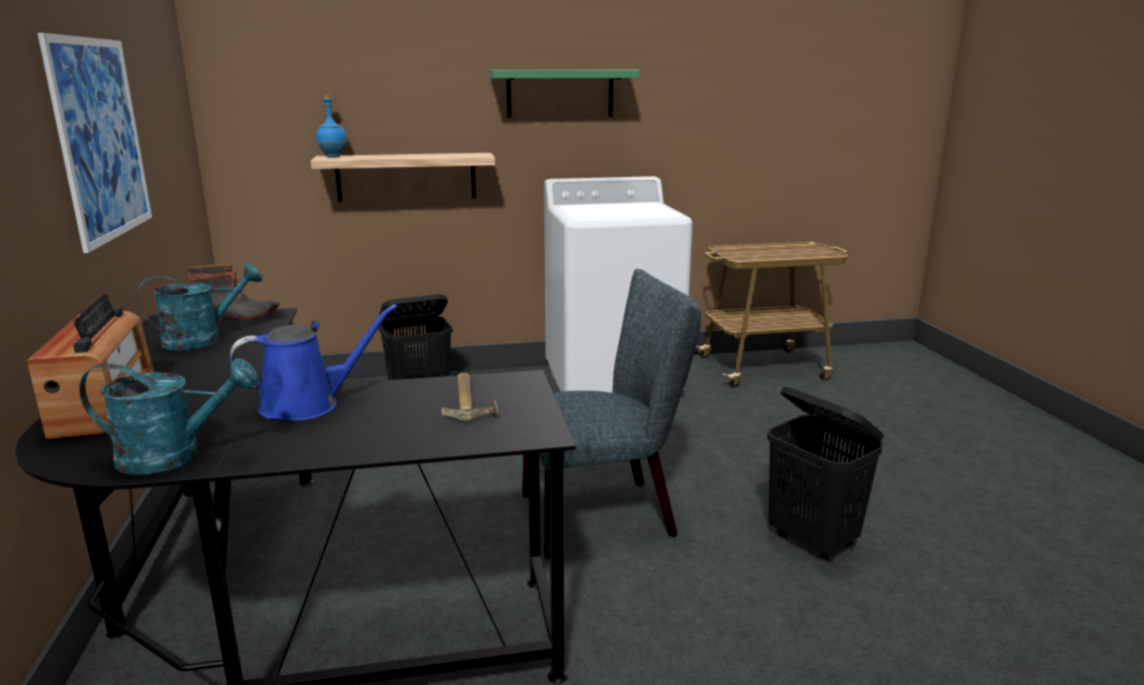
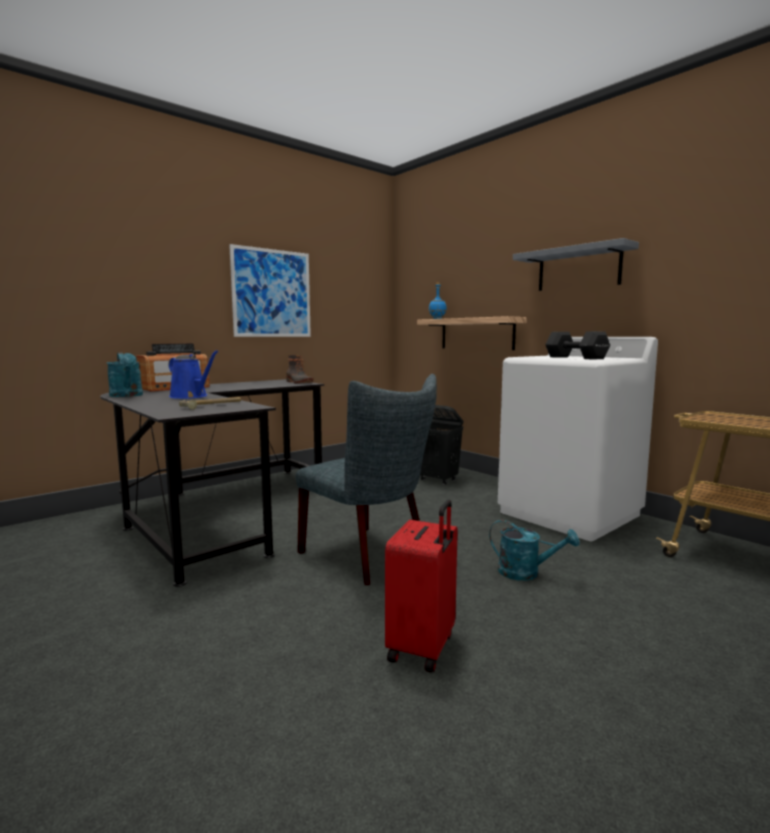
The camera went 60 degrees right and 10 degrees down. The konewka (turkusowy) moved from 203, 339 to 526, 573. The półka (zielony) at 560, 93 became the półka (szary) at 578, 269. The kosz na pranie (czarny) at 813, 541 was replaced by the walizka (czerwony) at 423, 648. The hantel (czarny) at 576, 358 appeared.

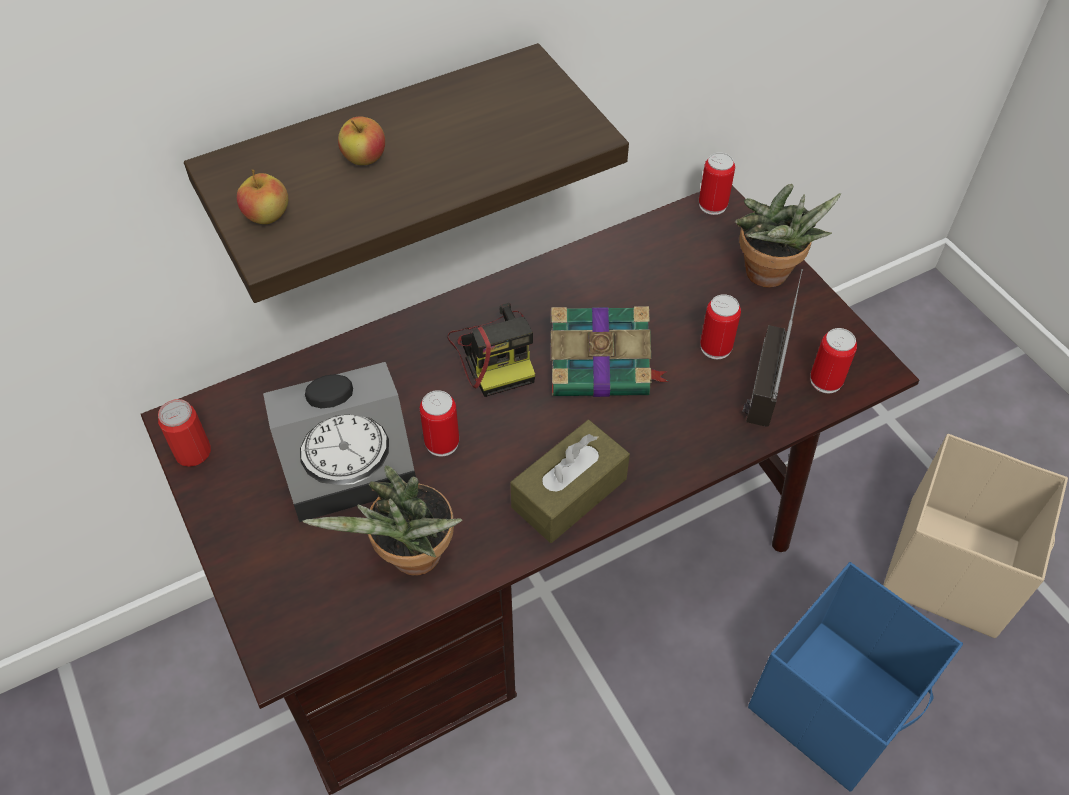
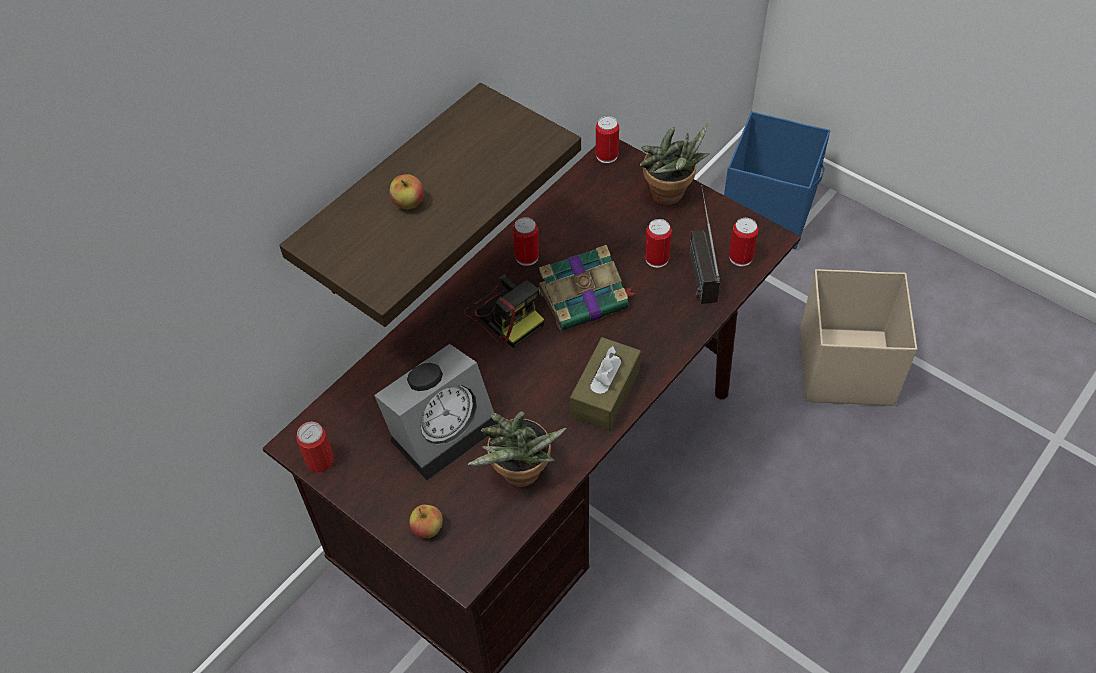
The camera went 20 degrees left and 0 degrees up. The jabłko moved from 267, 216 to 427, 529. The puszka moved from 442, 442 to 527, 257. The pojemnik do przechowywania (niebieski) moved from 836, 702 to 769, 210.

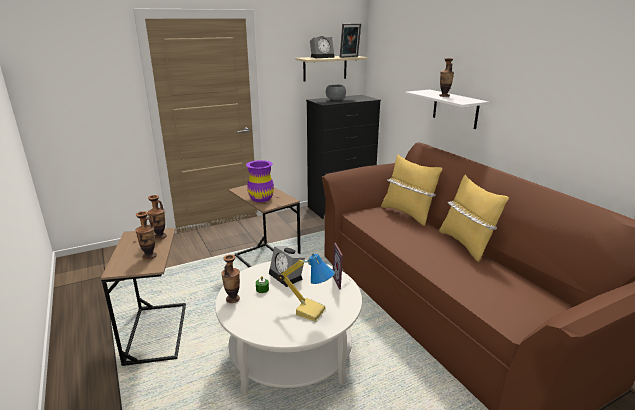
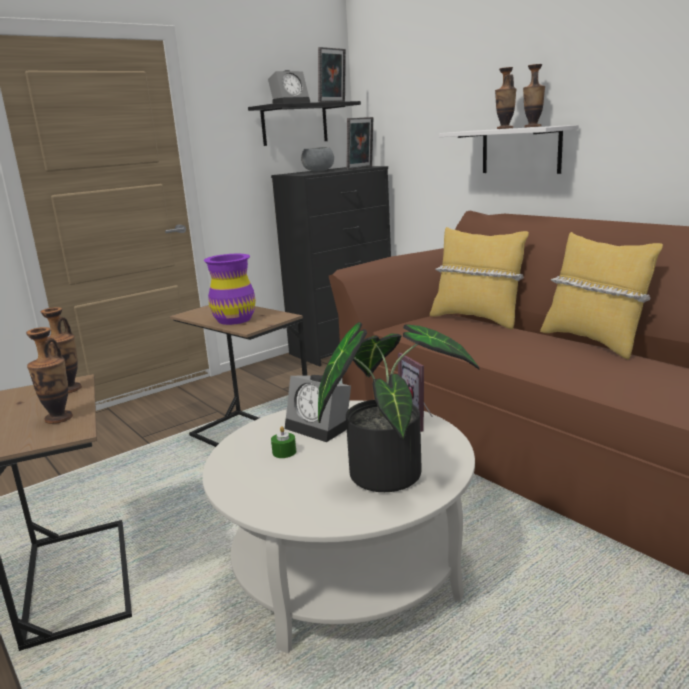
The camera went 10 degrees left and 5 degrees down. The wazon moved from 233, 299 to 532, 127. The lampa stołowa at 310, 311 was replaced by the roślina doniczkowa at 389, 470. The półka (beżowy) at 325, 68 became the półka (czarny) at 294, 124. The ramka na zdjęcie at 361, 168 appeared.

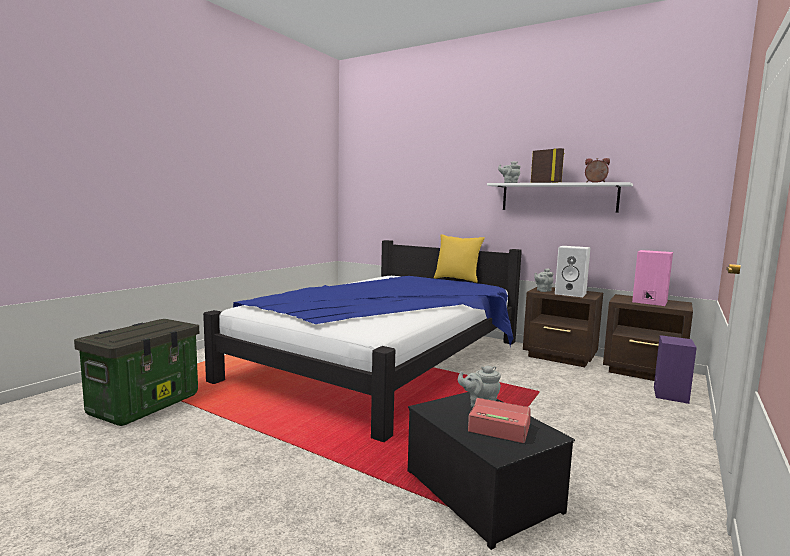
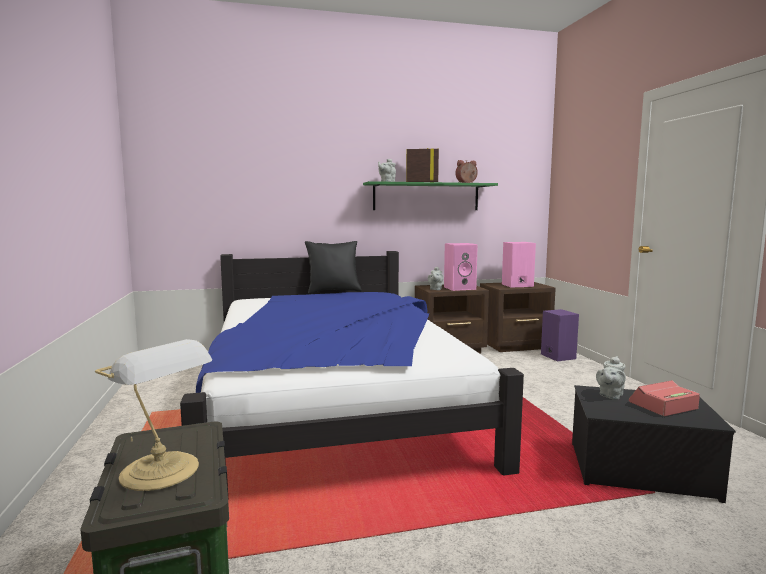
The camera went 45 degrees left and 0 degrees up. The poduszka (żółty) at 457, 279 became the poduszka (czarny) at 333, 291. The półka (biały) at 558, 197 became the półka (zielony) at 426, 196. The głośnik (biały) at 571, 294 became the głośnik (różowy) at 460, 288. The lampa stołowa at 163, 471 appeared.

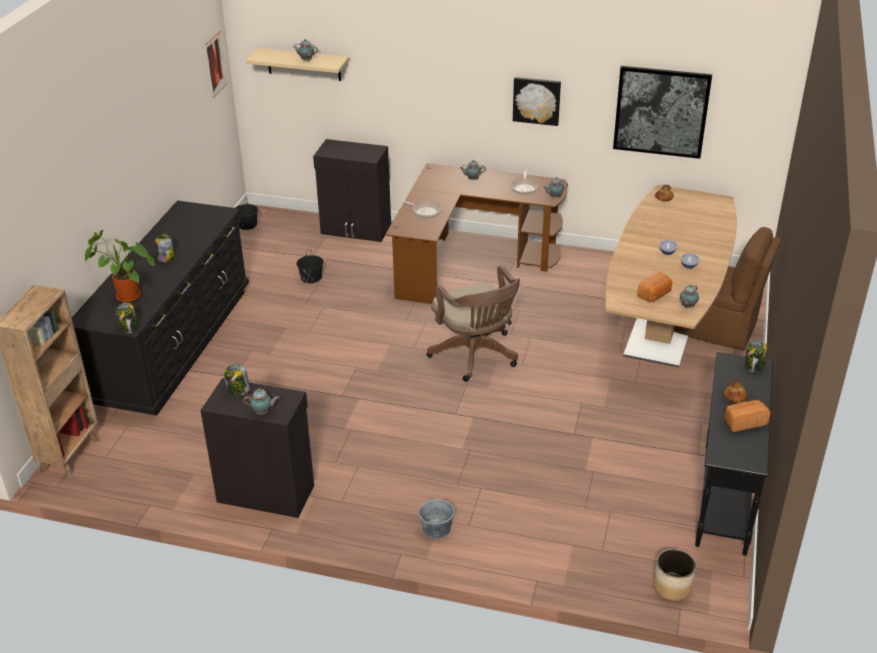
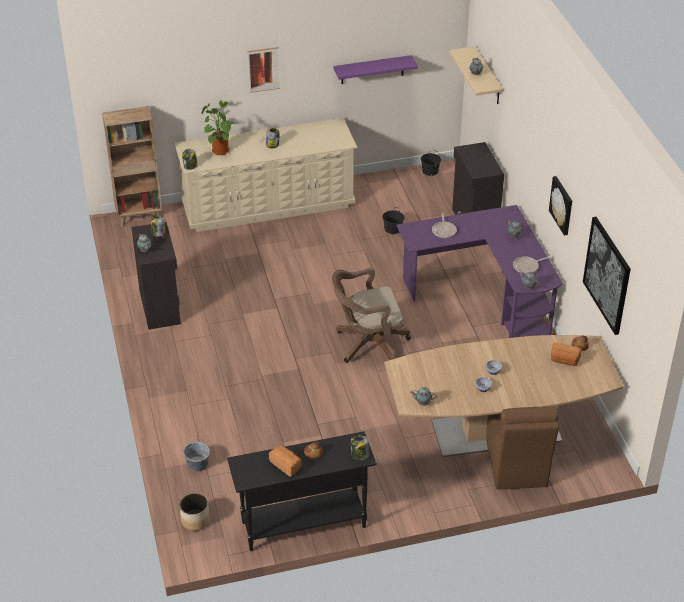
The camera went 60 degrees right and 5 degrees up. The komoda (czarny) at 174, 345 became the komoda (beżowy) at 268, 205. The obraz moved from 216, 64 to 263, 69. The biurko (brązowy) at 468, 261 became the biurko (fioletowy) at 485, 296. The wiadro (szary) moved from 436, 529 to 197, 464. The krzesło biurowe (brązowy) at 476, 356 turned 45 degrees clockwise. The chleb moved from 655, 295 to 564, 360. The półka (fioletowy) at 372, 70 appeared.

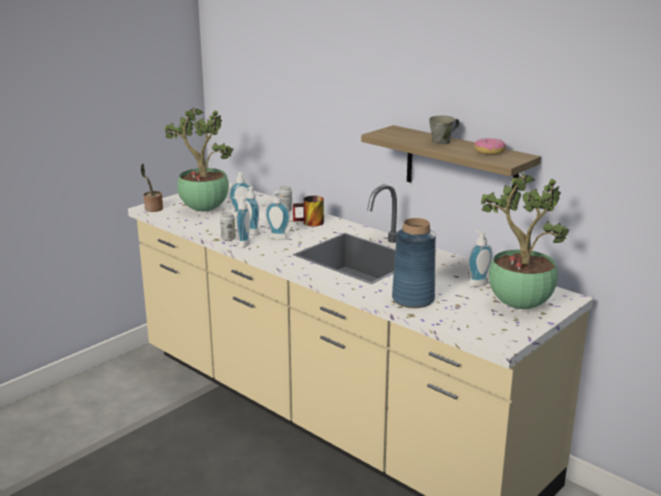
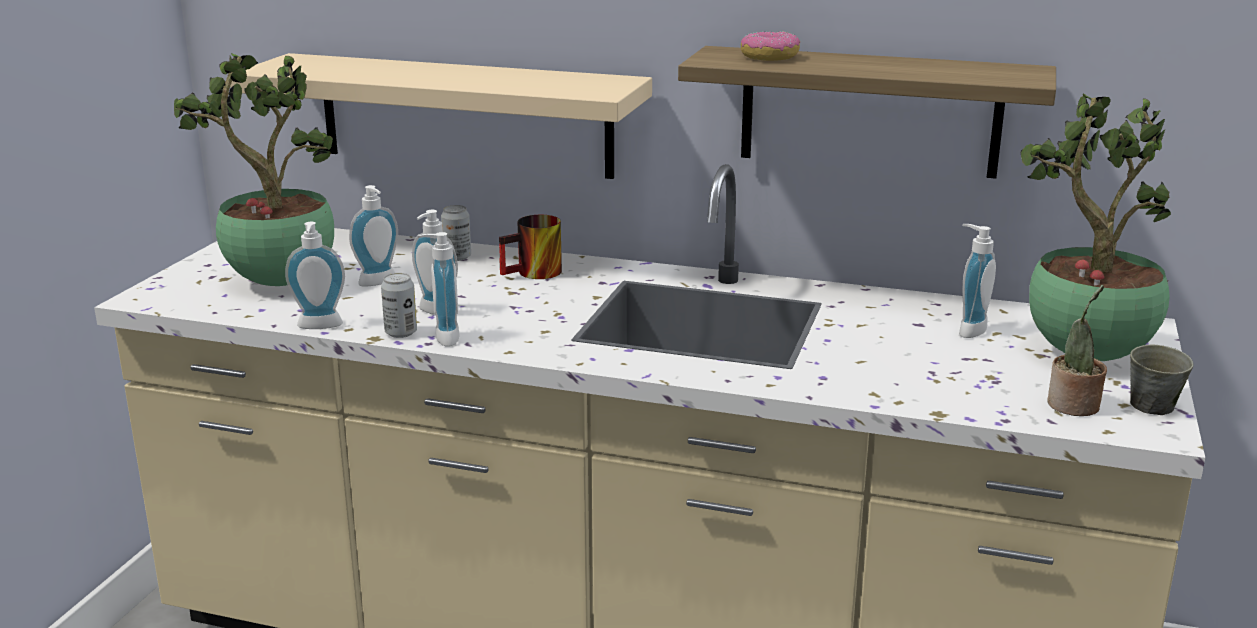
The camera went 25 degrees left and 0 degrees up. The roślina doniczkowa moved from 153, 209 to 1074, 406. The dozownik mydła moved from 277, 238 to 319, 327. The wazon (niebieski) at 413, 299 disappeared. The kubek (szary) moved from 442, 141 to 1153, 405. The donut moved from 489, 152 to 770, 57. The półka (beżowy) at 465, 115 appeared.

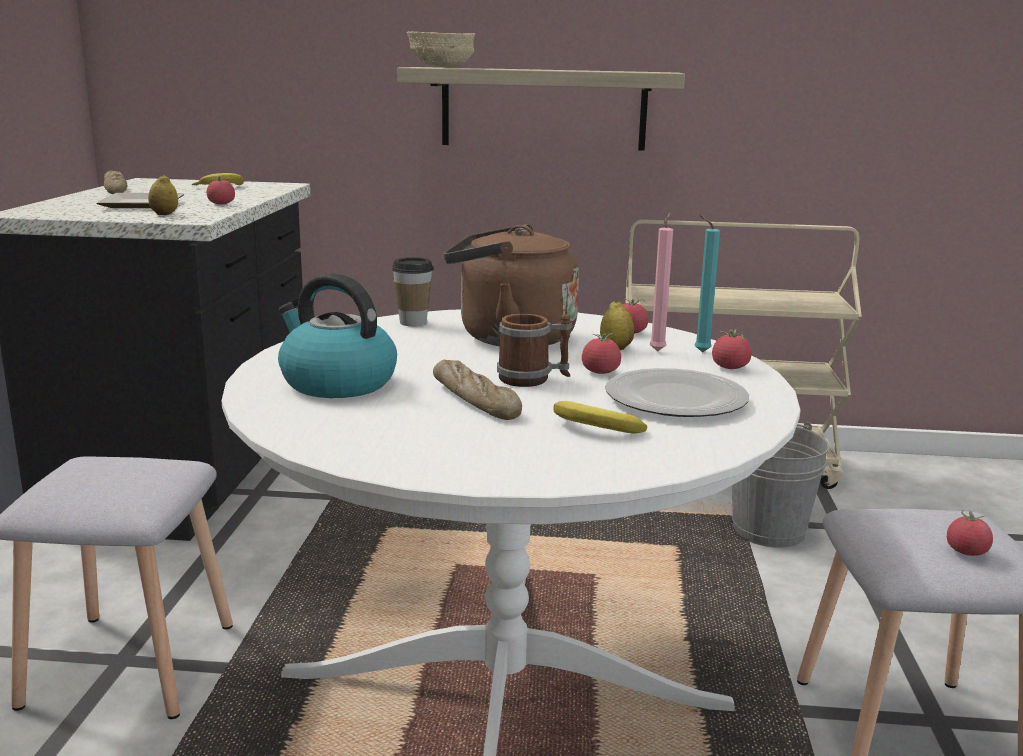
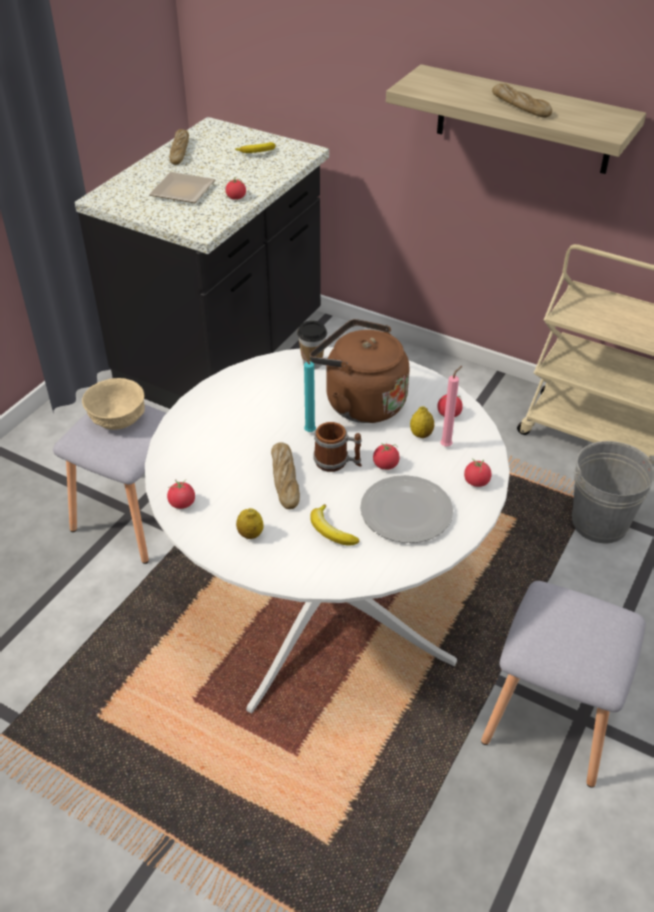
The camera went 25 degrees right and 25 degrees up. The cytryna moved from 164, 214 to 250, 534. The czajnik at 336, 383 disappeared. The miska (beżowy) moved from 442, 67 to 118, 418. The świeca (turkusowy) moved from 699, 352 to 308, 430. The pomidor moved from 966, 552 to 182, 503. The chleb at 520, 107 appeared.

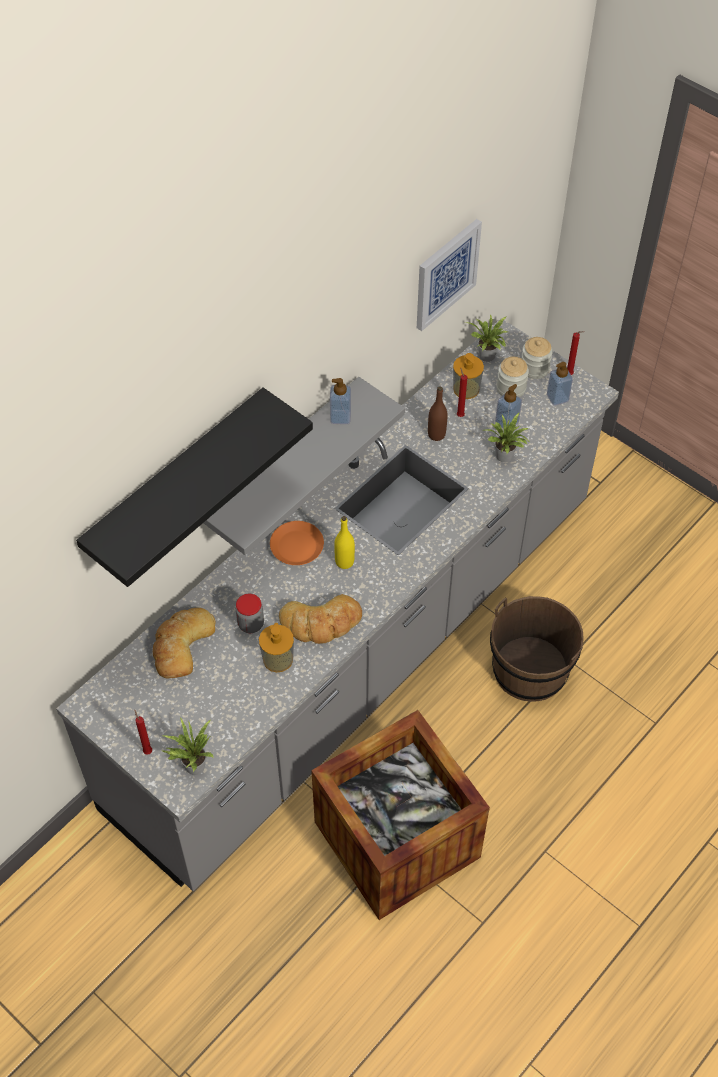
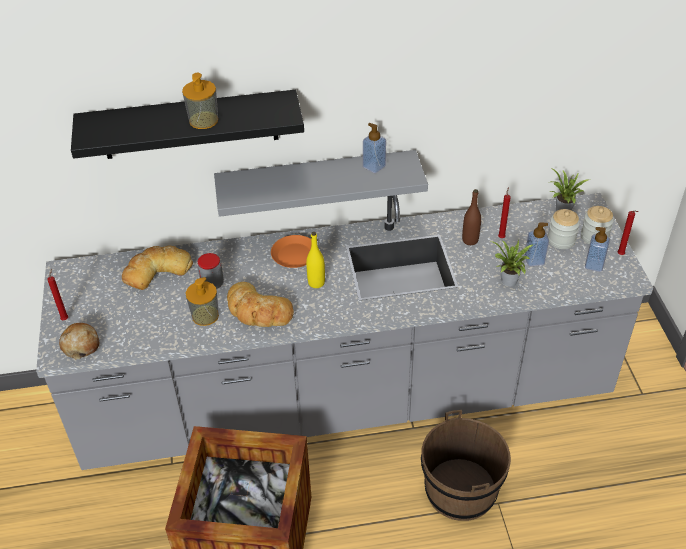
The camera went 40 degrees right and 10 degrees down. The roślina doniczkowa at 192, 765 was replaced by the chleb at 80, 345. The obraz at 446, 274 disappeared. The dozownik mydła moved from 466, 388 to 203, 120.

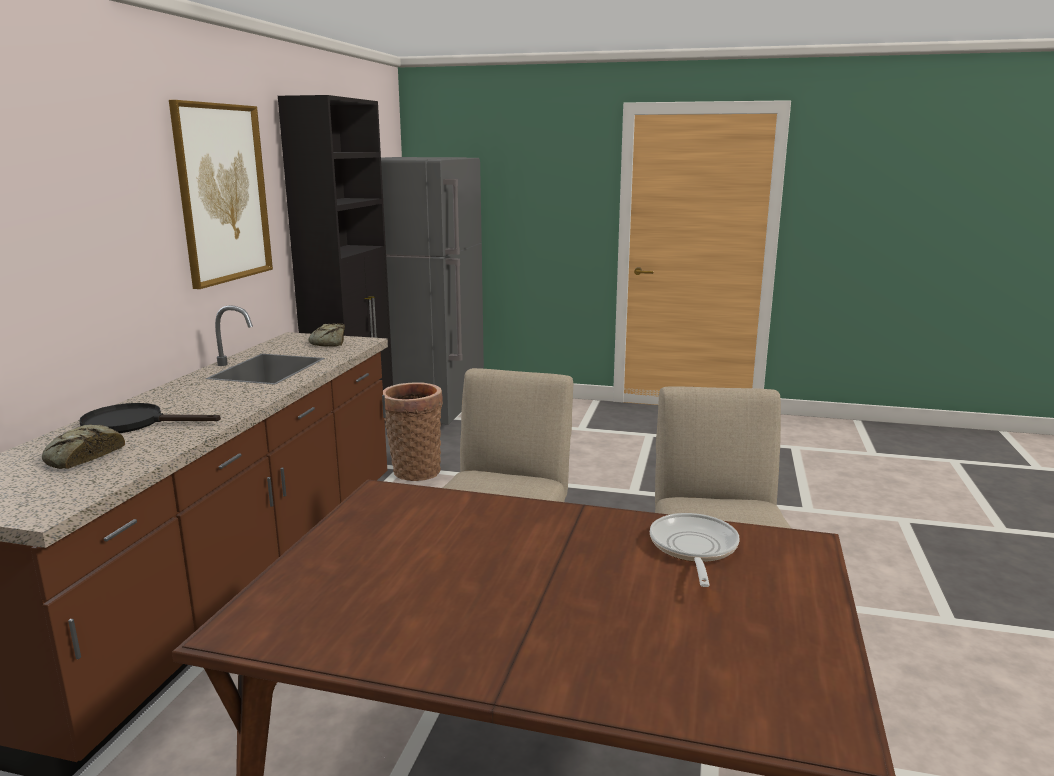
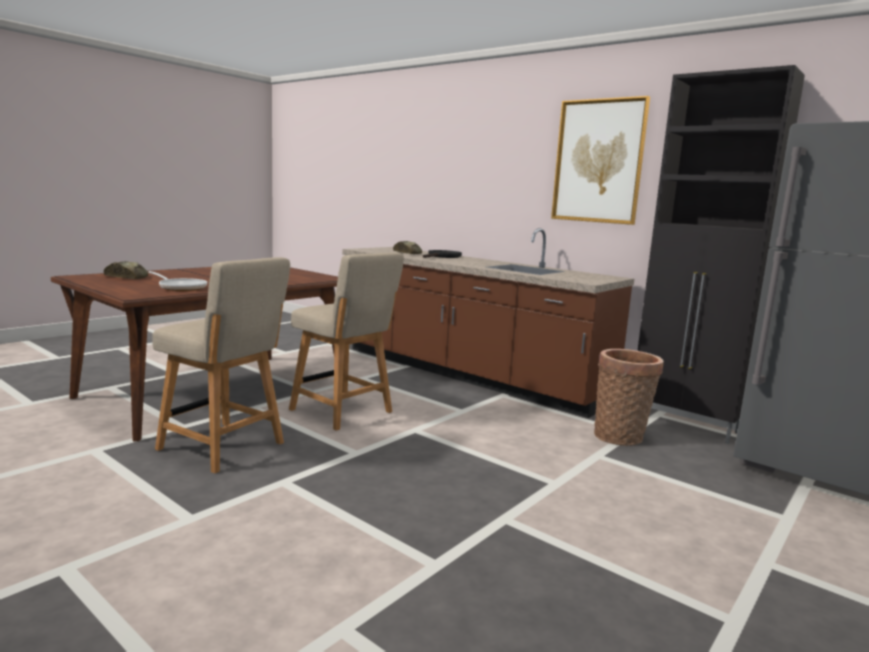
The camera went 115 degrees right and 5 degrees down. The chleb moved from 329, 343 to 127, 277.

